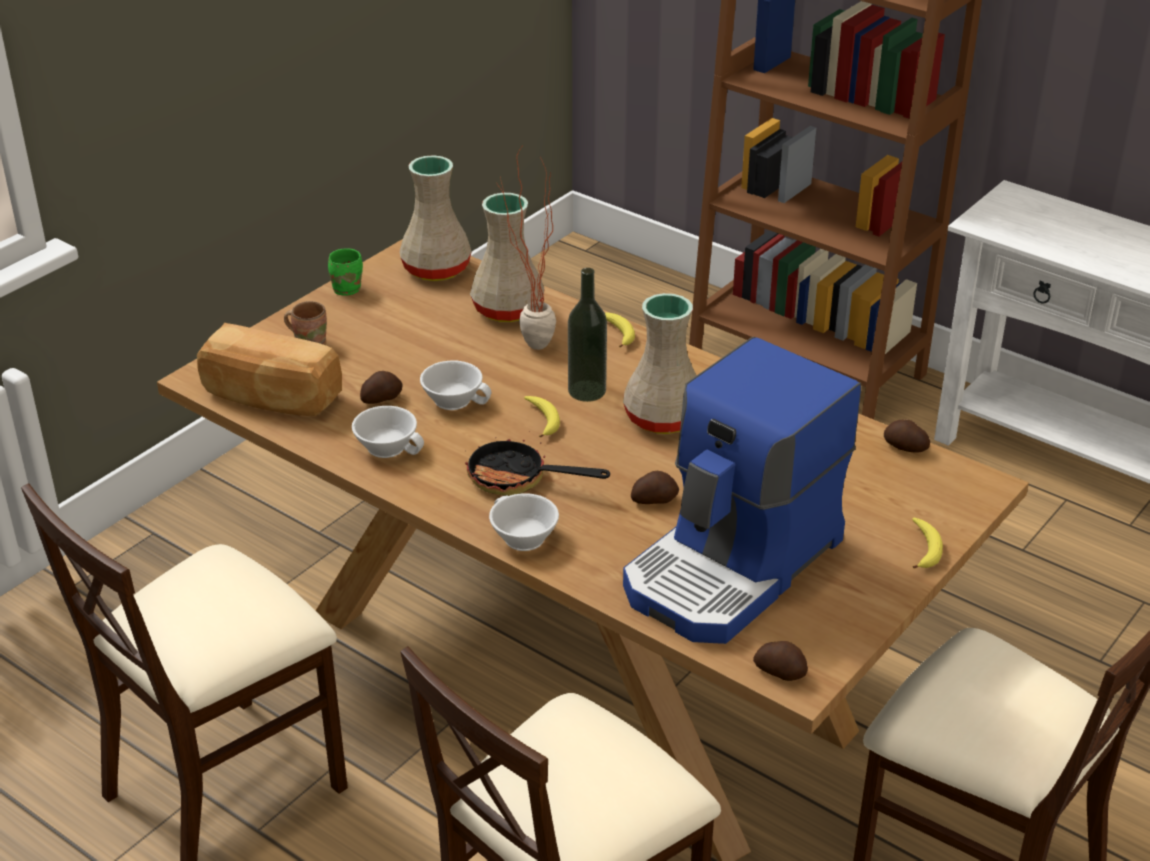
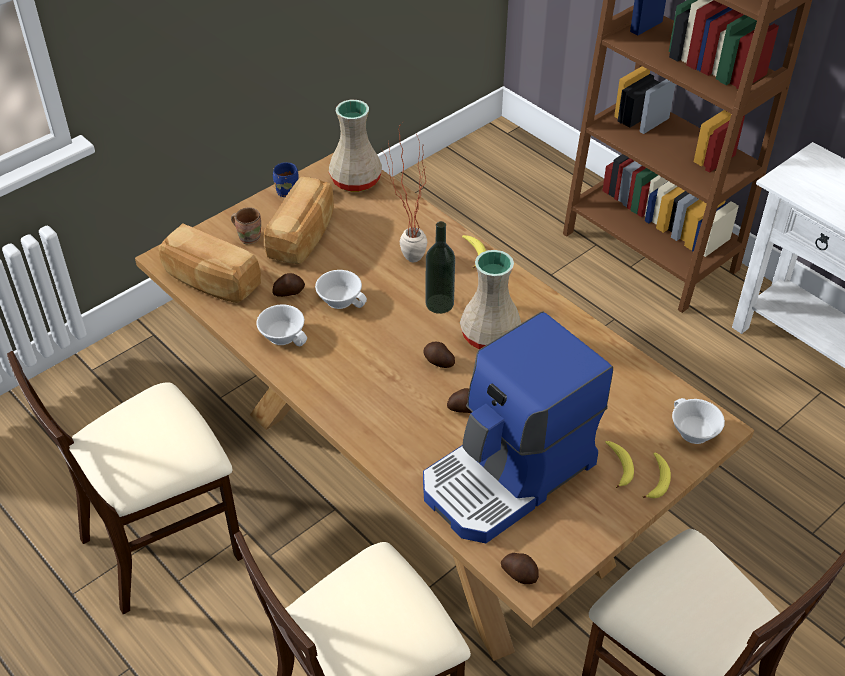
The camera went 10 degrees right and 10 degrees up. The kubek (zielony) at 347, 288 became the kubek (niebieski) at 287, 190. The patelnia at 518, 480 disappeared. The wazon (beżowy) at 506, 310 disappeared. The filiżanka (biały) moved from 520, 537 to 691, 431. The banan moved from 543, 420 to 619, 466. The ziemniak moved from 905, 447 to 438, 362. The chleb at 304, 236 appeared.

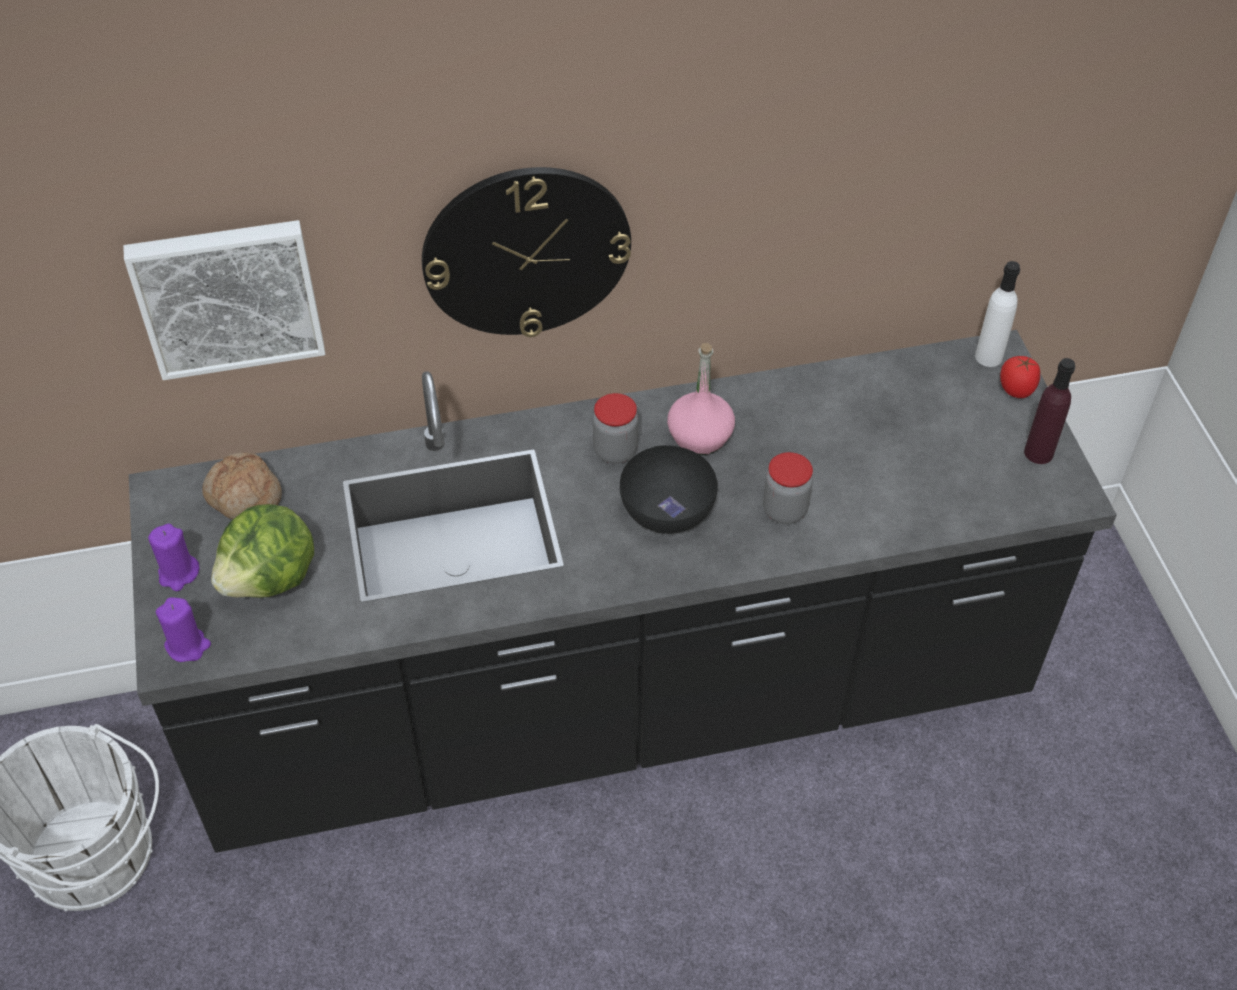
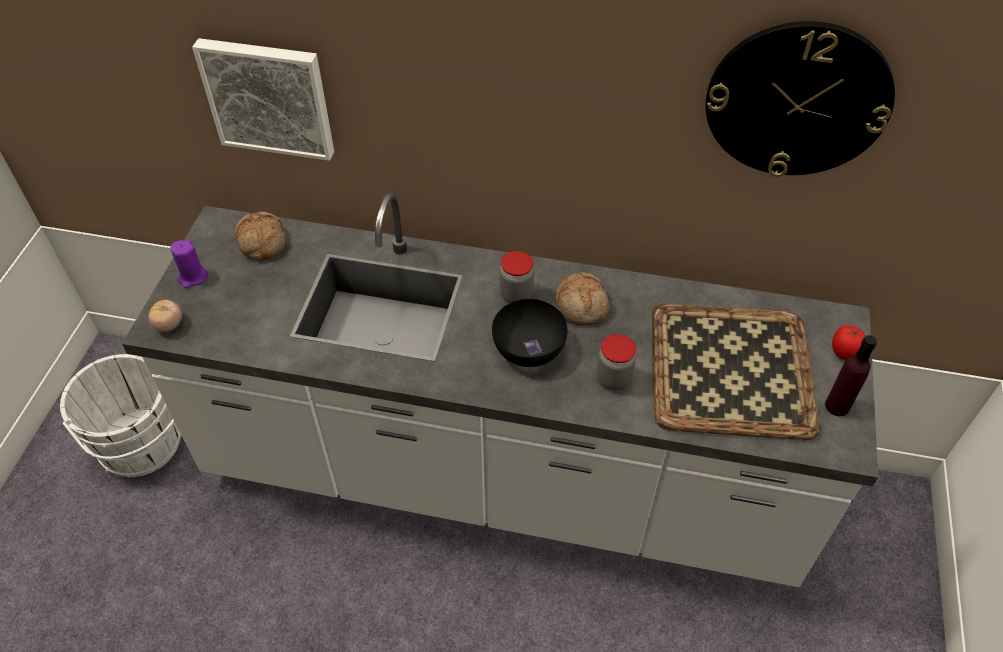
The camera went 25 degrees right and 0 degrees up. The zabudowa kuchenna (czarny) at 616, 706 became the zabudowa kuchenna (biały) at 501, 478. The świeca (fioletowy) at 187, 646 was replaced by the pomidor at 169, 325. The sałata at 271, 579 disappeared. The zegar ścienny moved from 526, 251 to 797, 101. The butelka (różowy) at 700, 437 was replaced by the chleb at 582, 305. The butelka (biały) at 988, 356 disappeared. The taca at 732, 369 appeared.

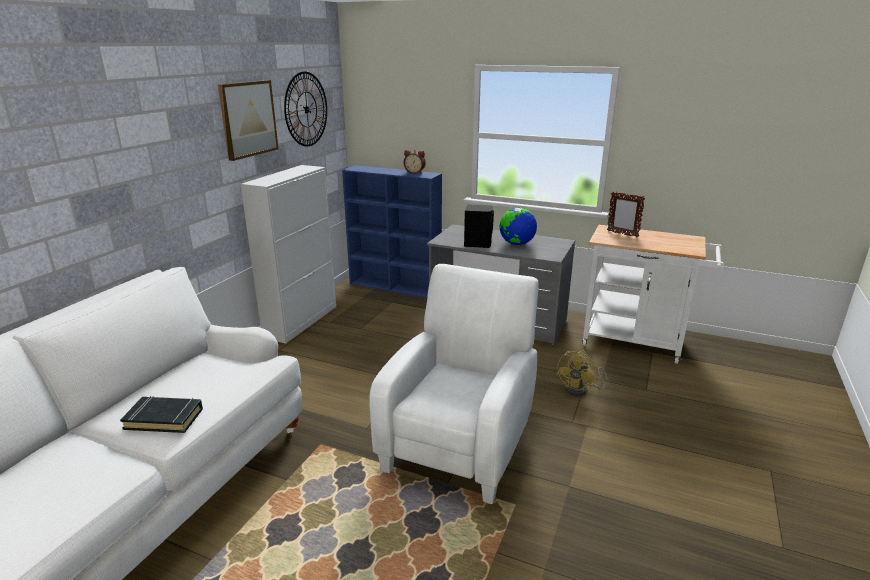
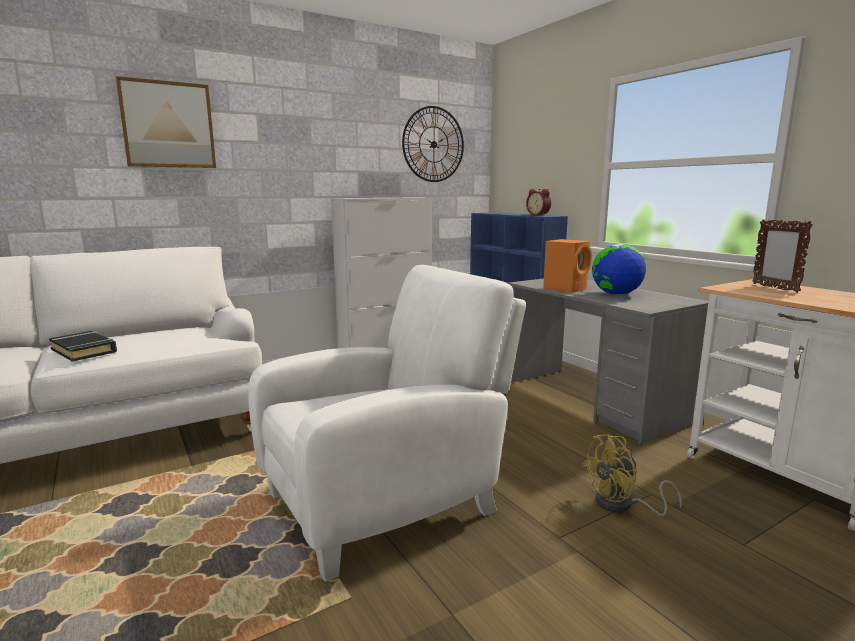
The camera went 35 degrees right and 10 degrees down. The obraz moved from 248, 119 to 168, 125. The głośnik (czarny) at 478, 243 became the głośnik (pomarańczowy) at 566, 289.

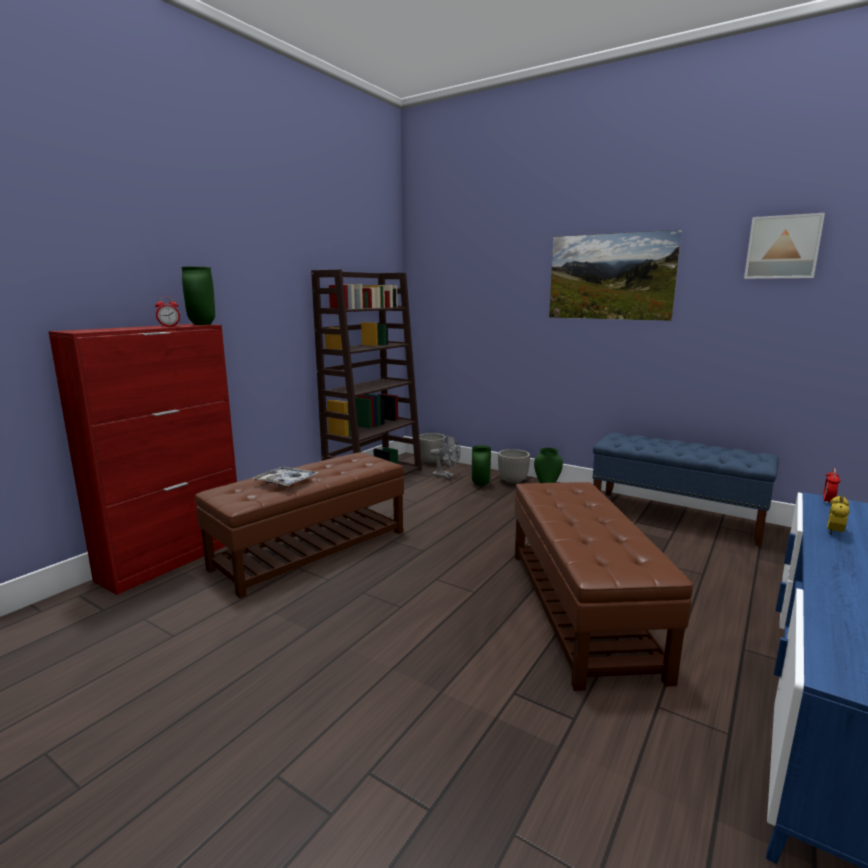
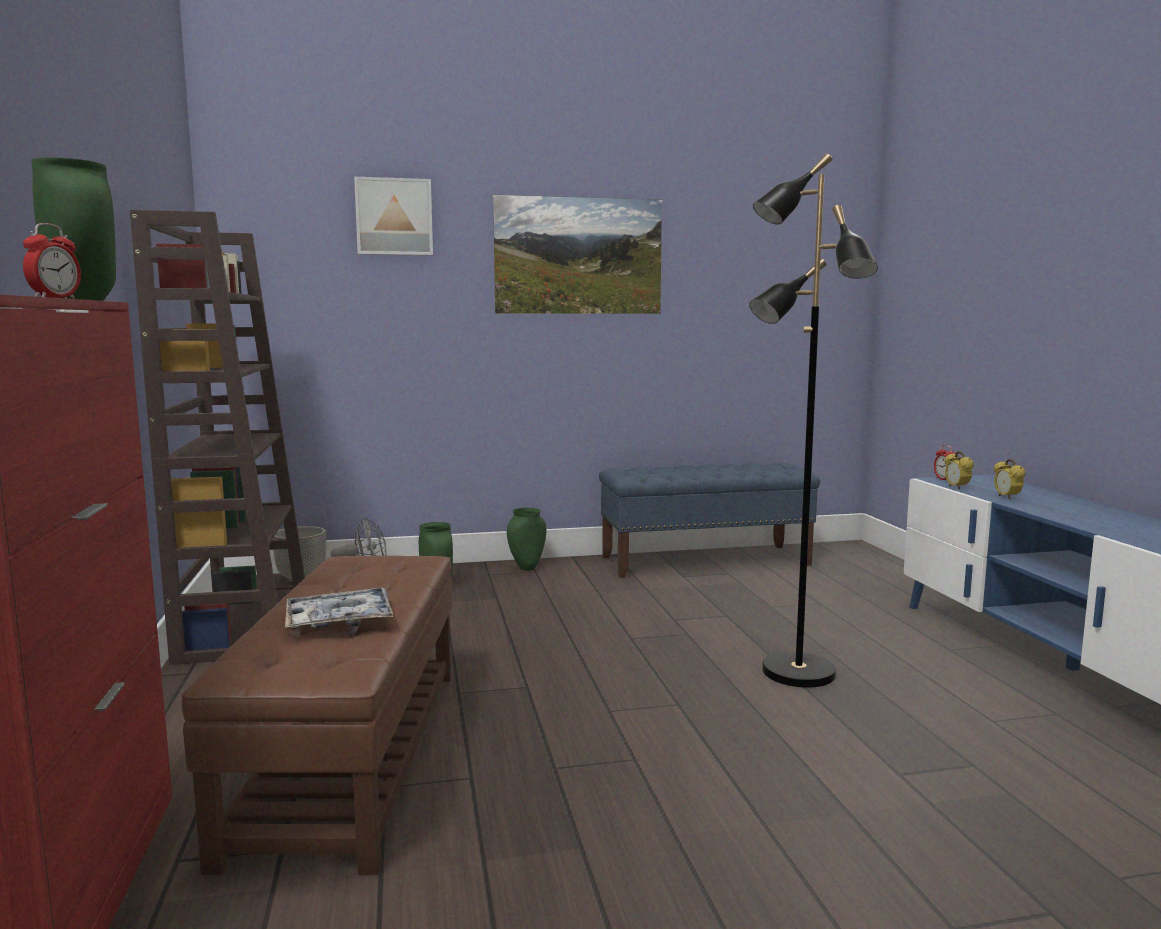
The camera went 45 degrees left and 5 degrees down. The donica at 513, 481 disappeared. The pufa (brązowy) at 580, 608 was replaced by the lampa stojąca (czarny) at 796, 673. The obraz moved from 782, 247 to 394, 217. The budzik at 956, 488 appeared.

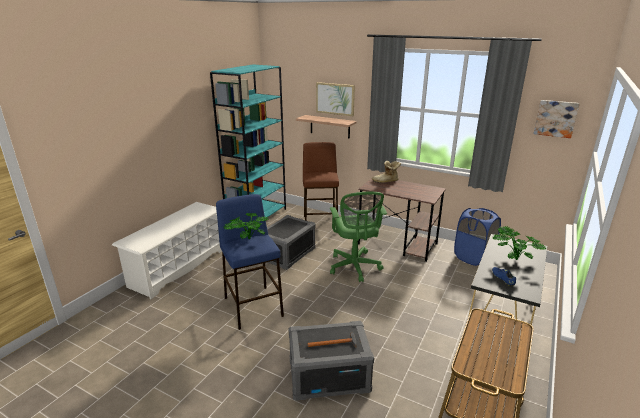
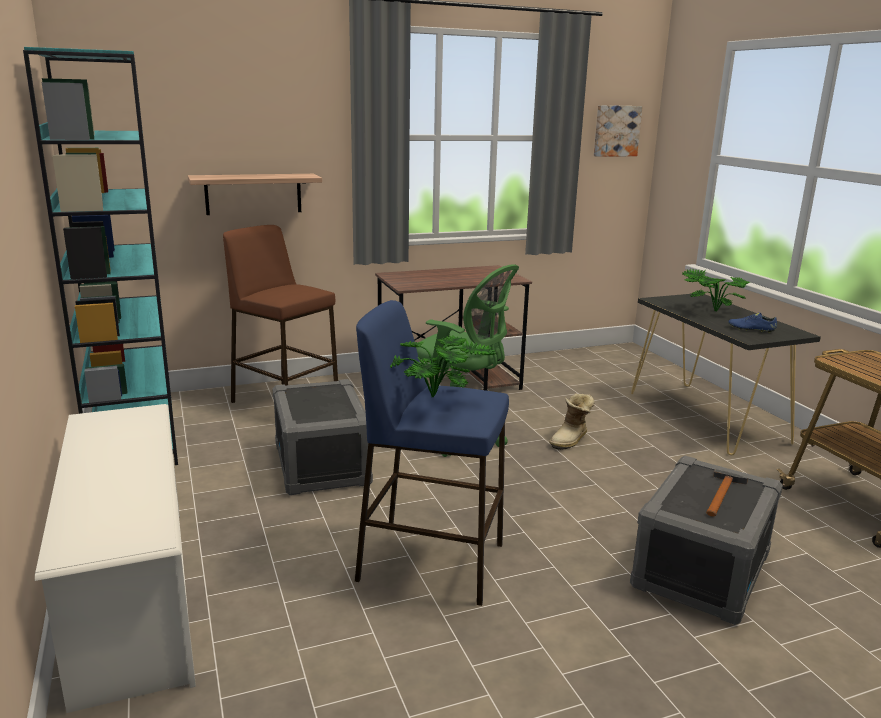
The camera went 50 degrees left and 5 degrees down. The obraz at 335, 99 disappeared. The but z cholewką moved from 386, 181 to 571, 440. The kosz na pranie (niebieski) at 473, 257 disappeared.

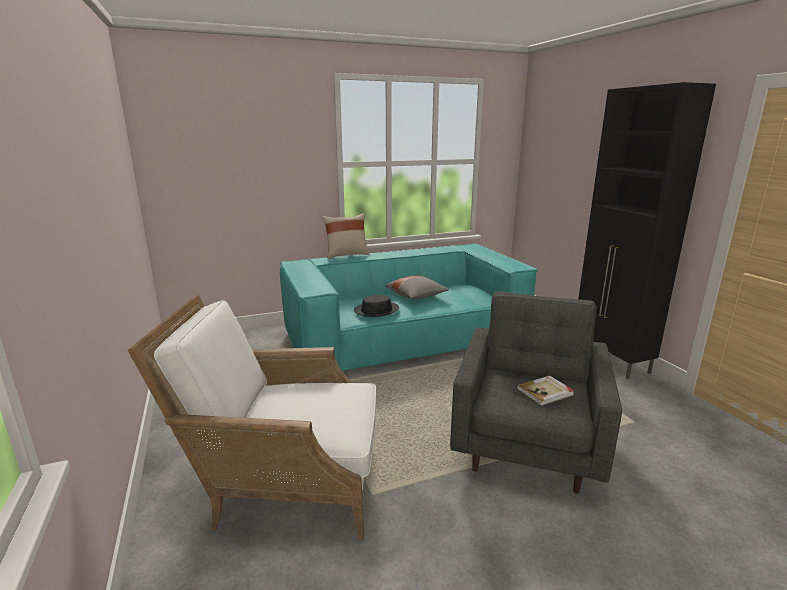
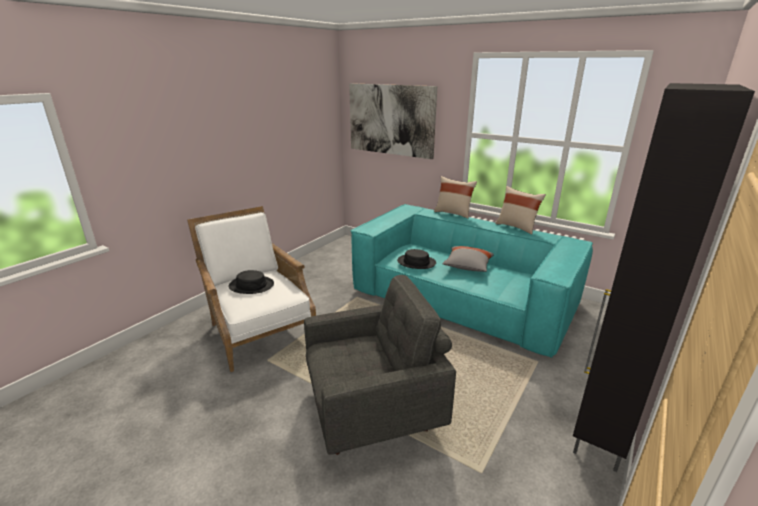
The camera went 55 degrees right and 5 degrees up. The książka at 545, 392 disappeared. The kapelusz (czarny) at 251, 285 appeared. The obraz at 391, 120 appeared. The poduszka (beżowy) at 516, 227 appeared.

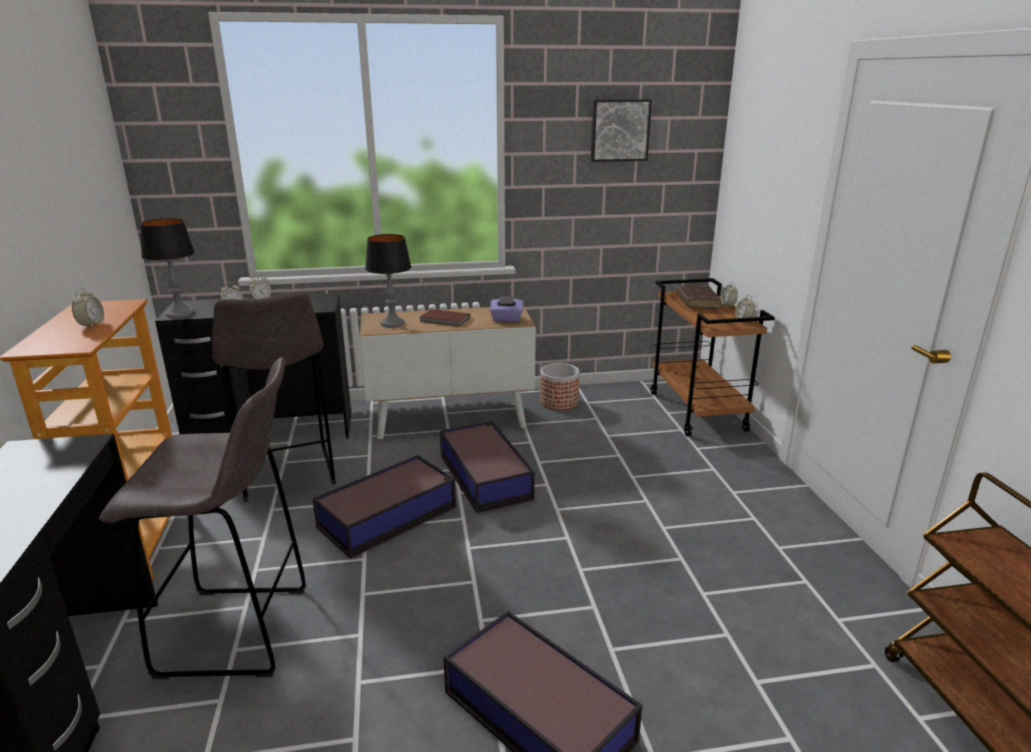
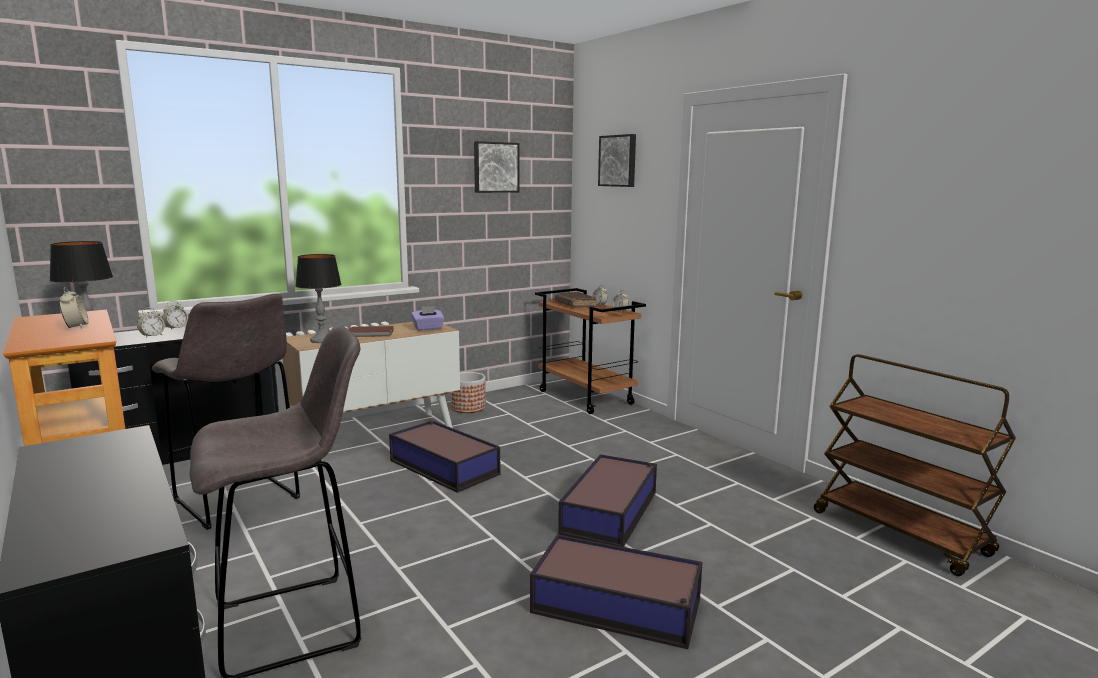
The camera went 25 degrees left and 10 degrees down. The pojemnik do przechowywania moved from 389, 516 to 611, 511. The obraz at 618, 161 appeared.

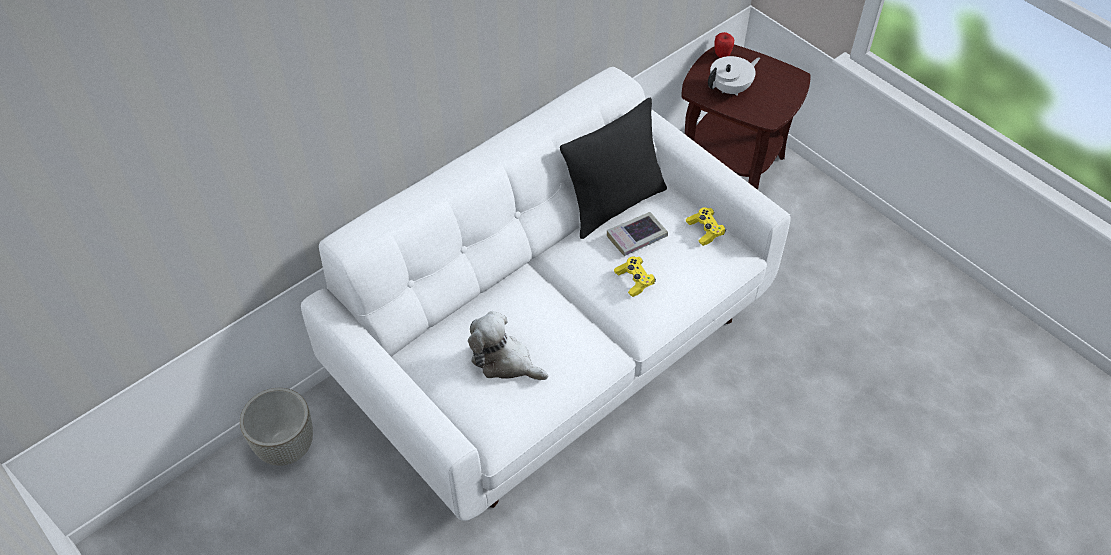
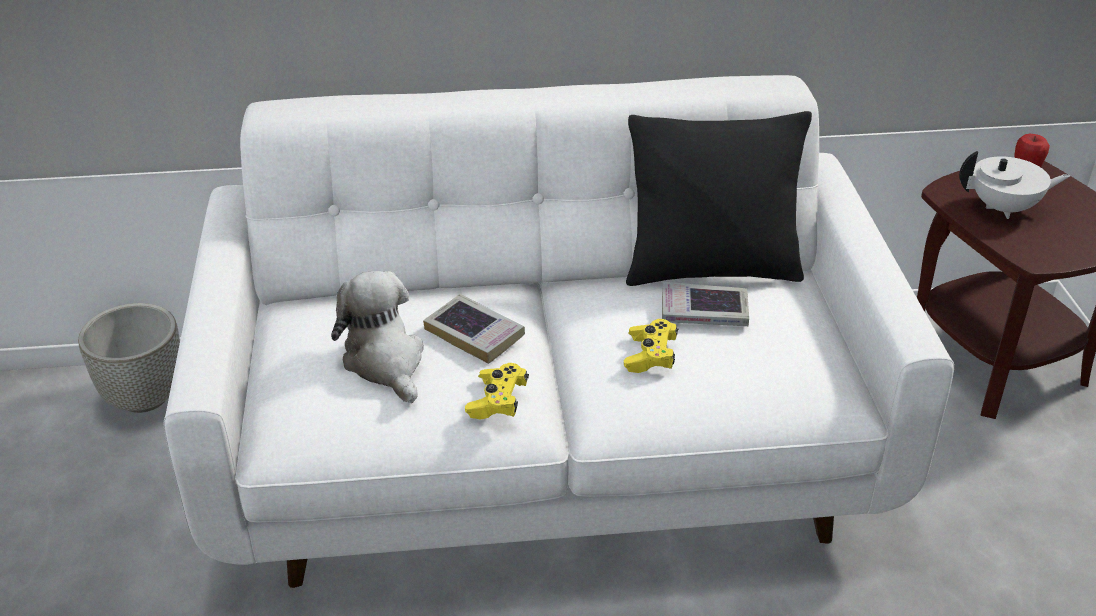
The camera went 35 degrees right and 15 degrees down. The pad do gier (żółty) moved from 705, 231 to 497, 401. The książka at 474, 334 appeared.

